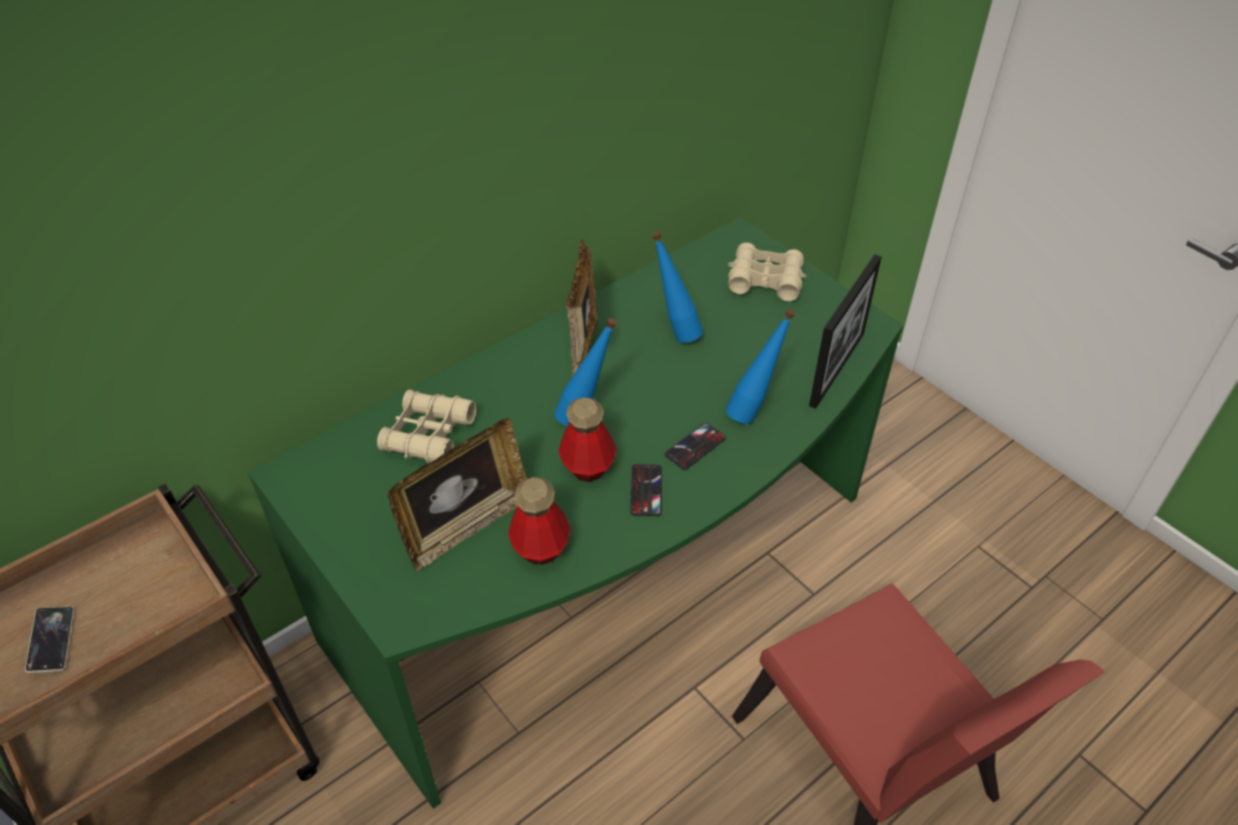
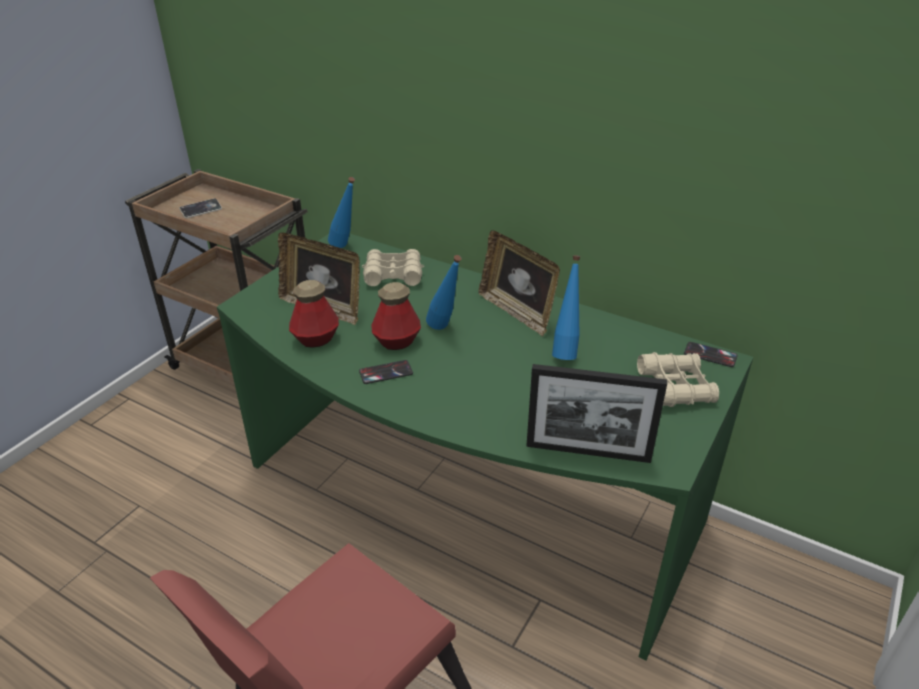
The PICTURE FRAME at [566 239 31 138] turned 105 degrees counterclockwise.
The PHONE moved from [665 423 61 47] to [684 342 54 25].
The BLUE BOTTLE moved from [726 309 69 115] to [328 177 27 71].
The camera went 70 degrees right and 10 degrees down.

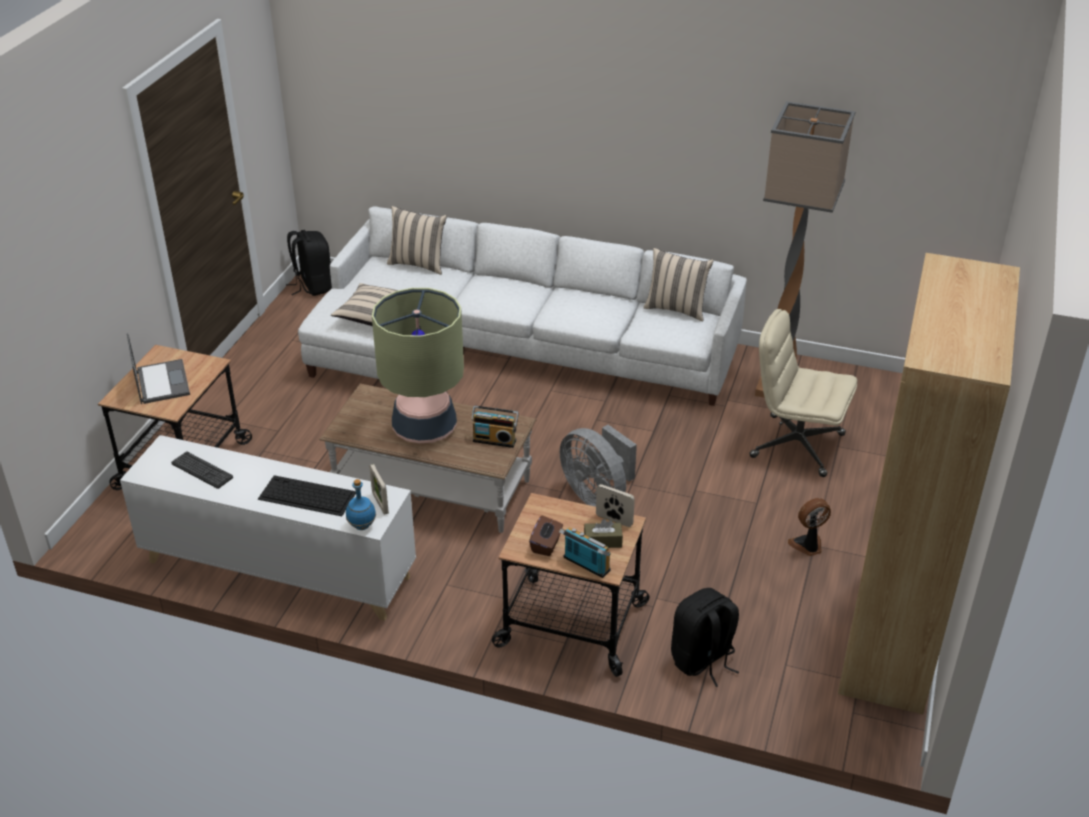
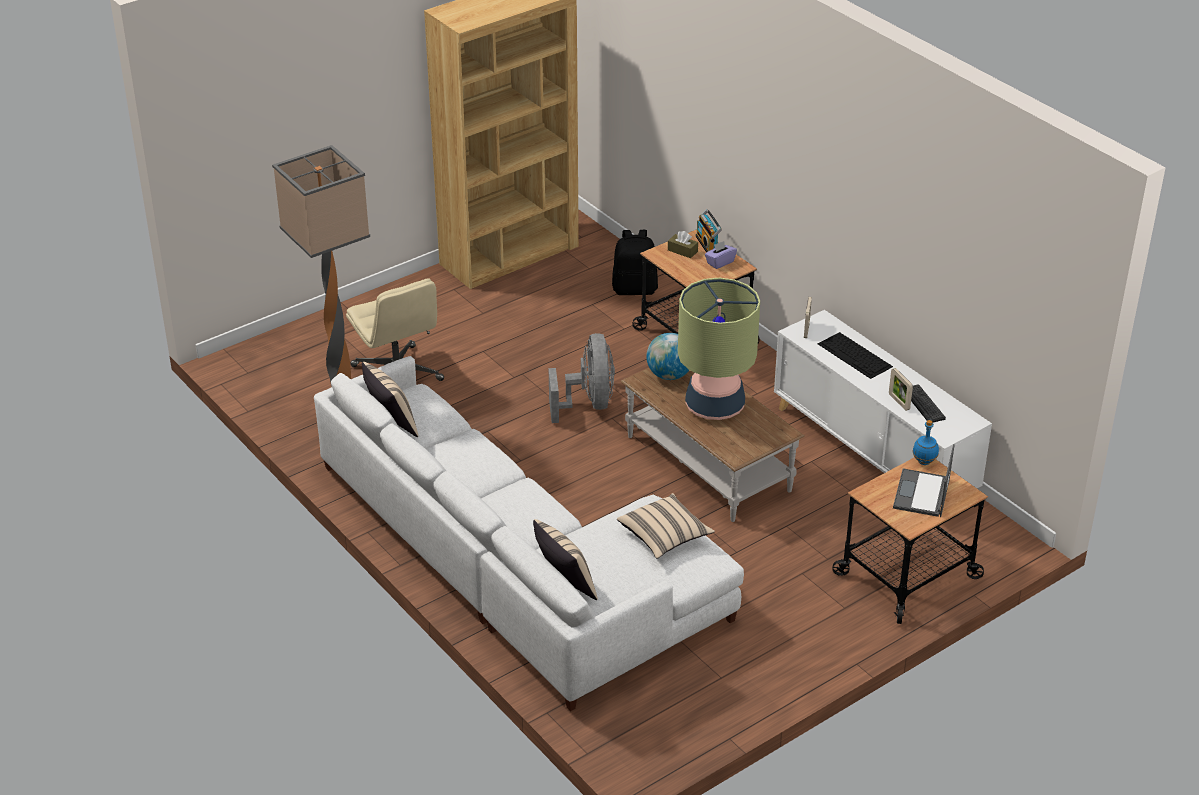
The BLACK BACKPACK at [286 230 46 66] disappeared.
The BLUE BOTTLE moved from [346 479 30 51] to [913 420 26 45].
The RADIO at [471 406 48 42] was replaced by the GLOBE at [647 333 42 47].
The BROWN TISSUE BOX at [529 515 34 41] became the PURPLE TISSUE BOX at [705 241 32 28].
The PICTURE FRAME moved from [596 484 39 43] to [889 368 24 43].
The FAN at [788 498 43 58] disappeared.
The camera went 145 degrees left and 0 degrees up.

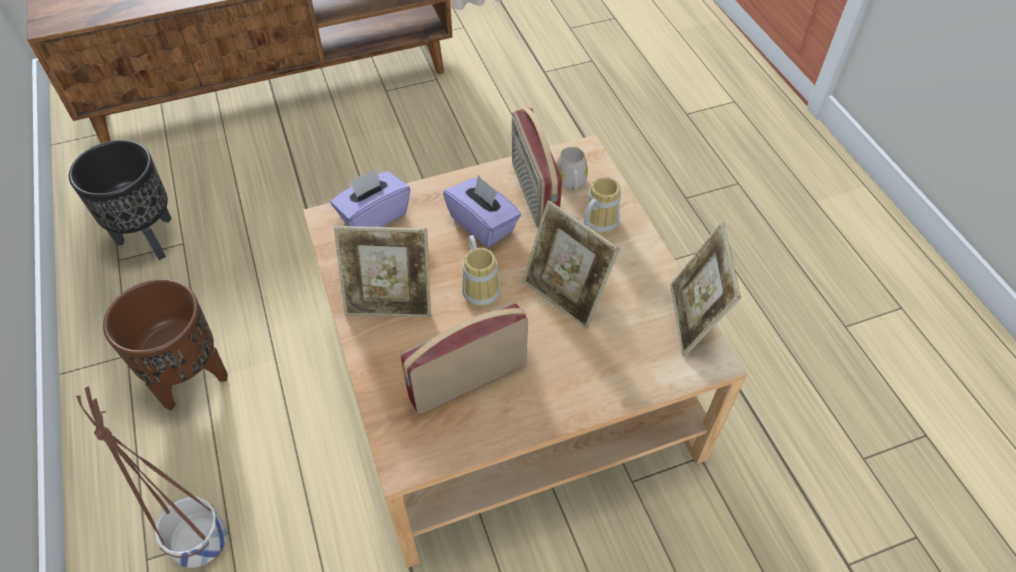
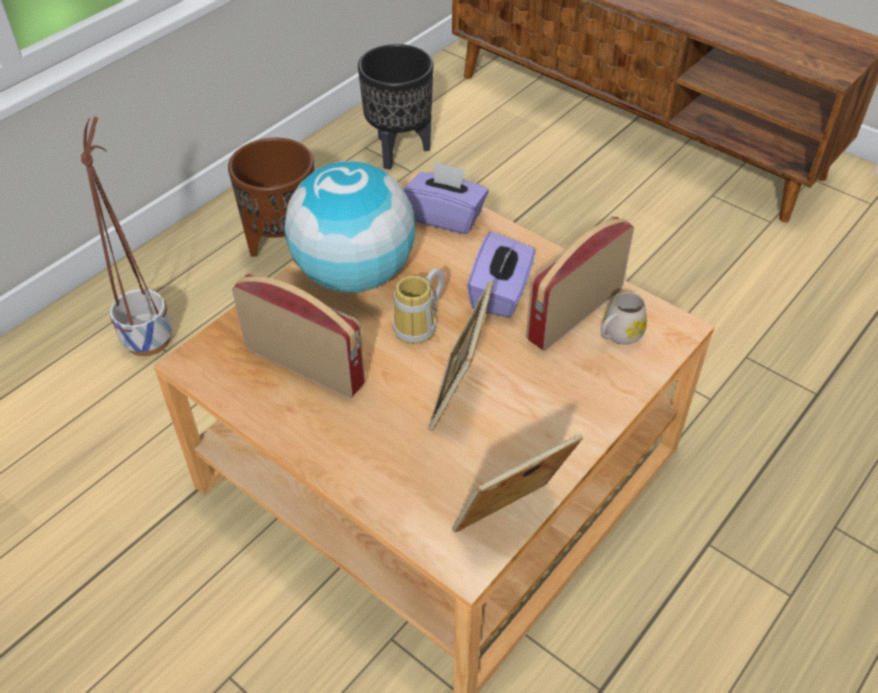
The PICTURE FRAME at [334 226 97 92] was replaced by the GLOBE at [284 161 131 132].
The MUG at [584 177 37 57] disappeared.
The camera went 60 degrees right and 5 degrees down.

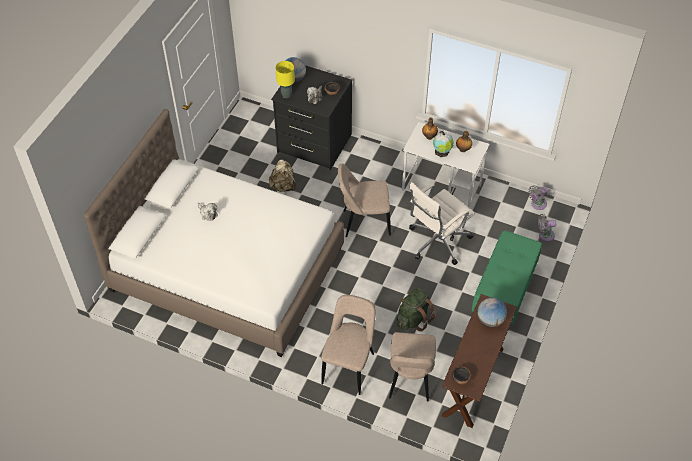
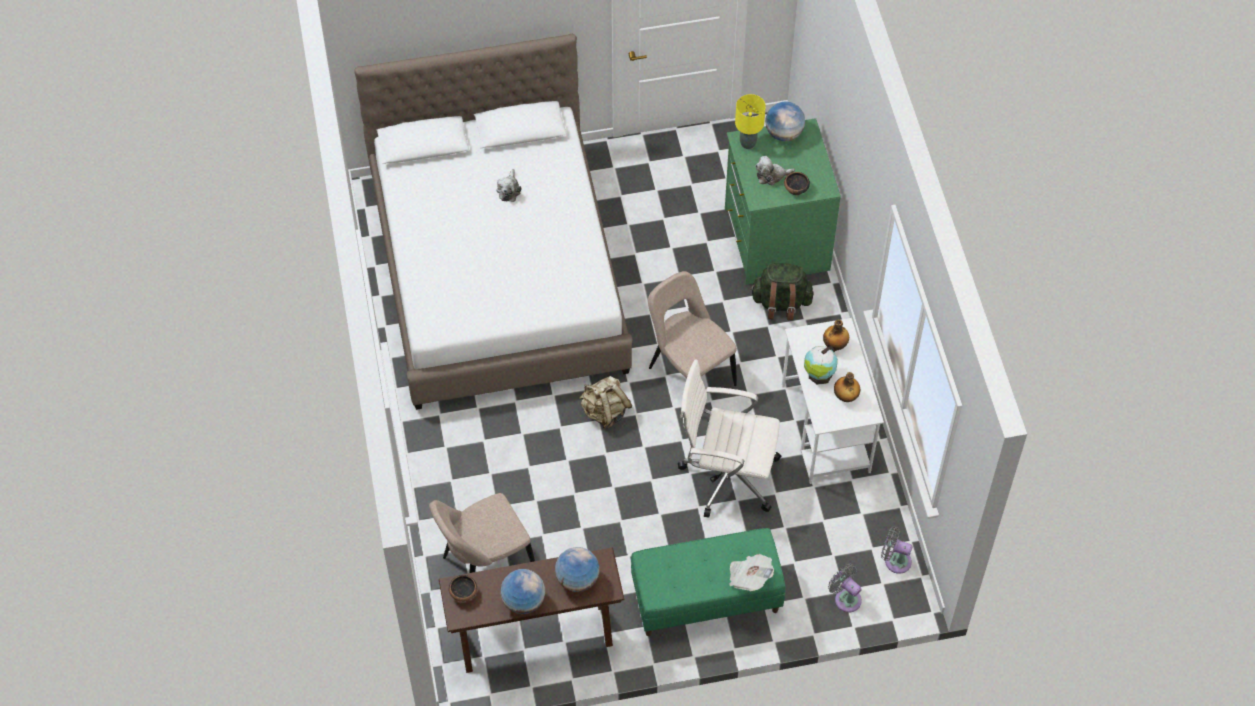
The BEIGE BACKPACK moved from [269 160 27 32] to [579 376 54 53].
The BLACK DRESSER at [271 65 81 105] became the GREEN DRESSER at [725 118 116 167].
The BEIGE CHAIR at [321 295 55 100] disappeared.
The GREEN BACKPACK moved from [397 288 38 44] to [750 263 64 57].
The GLOBE at [500 569 45 45] appeared.
The NEWSPAPER at [730 554 44 37] appeared.
The camera went 55 degrees right and 5 degrees up.

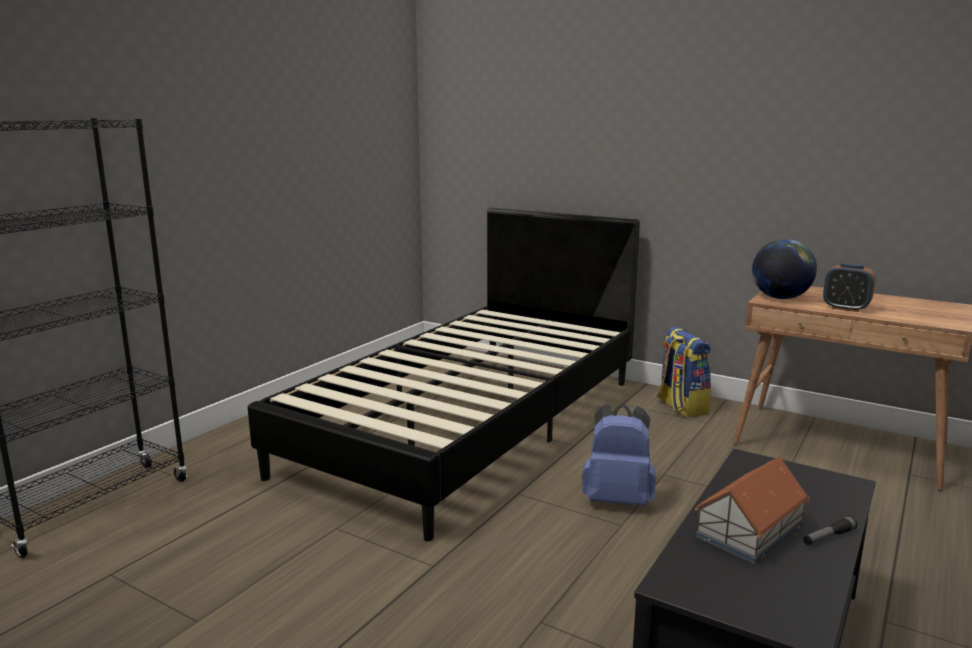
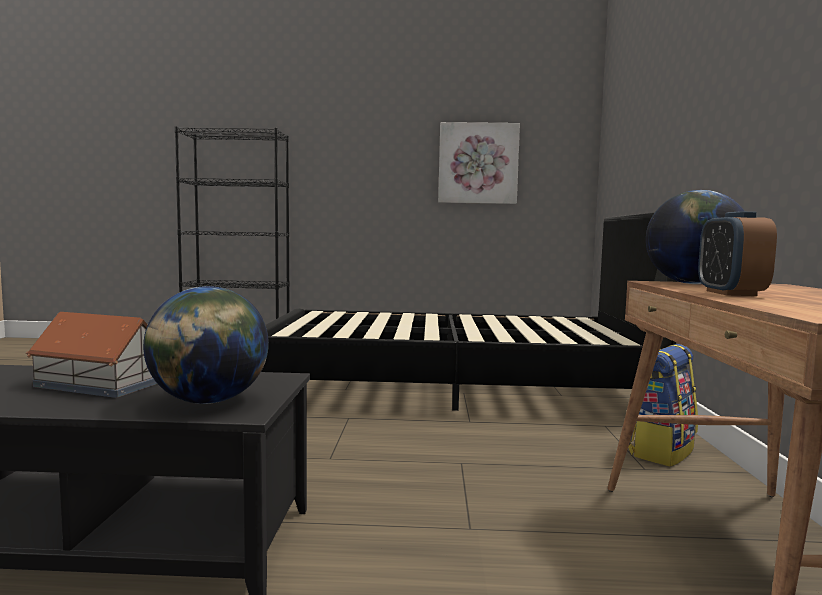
The BLUE BACKPACK at [582 404 74 102] disappeared.
The FLASHLIGHT at [803 516 54 29] disappeared.
The GLOBE at [143 286 126 118] appeared.
The PICTURE at [438 122 82 82] appeared.
The camera went 60 degrees right and 10 degrees down.

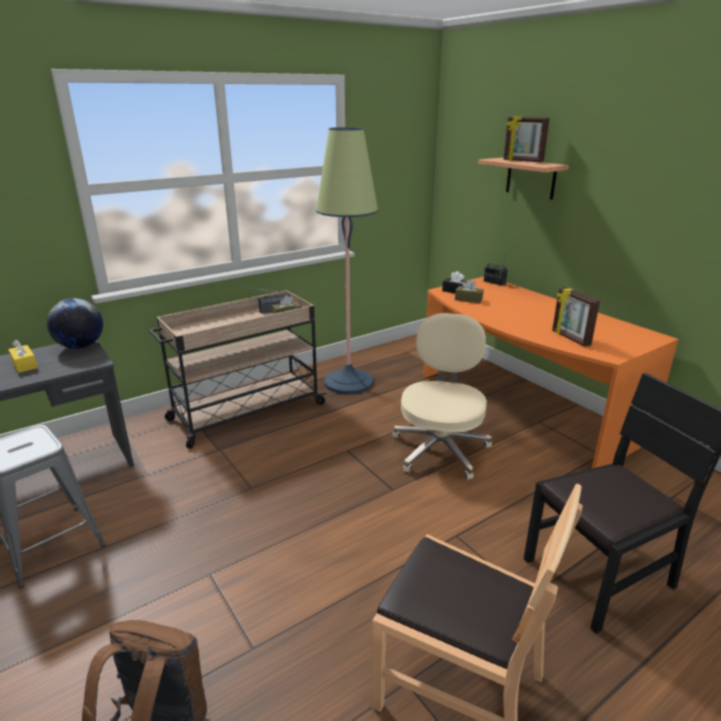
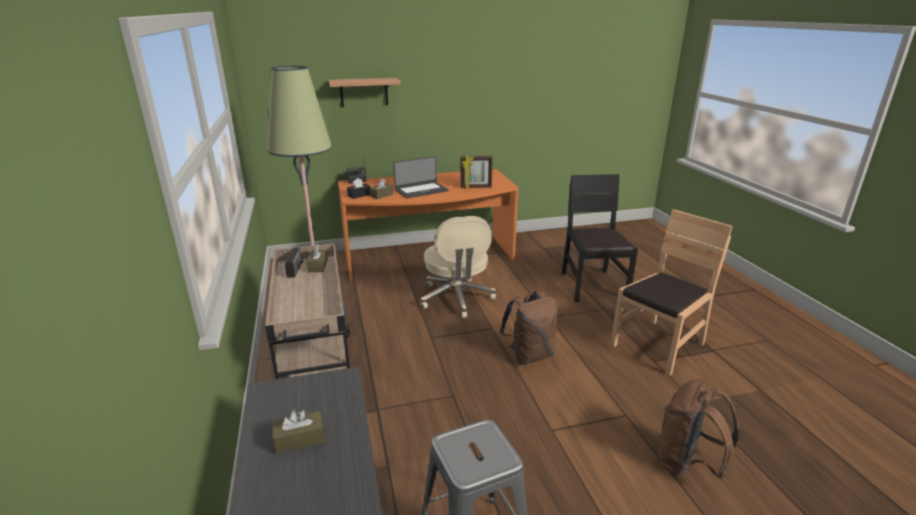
The YELLOW TISSUE BOX at [8 340 30 33] became the BROWN TISSUE BOX at [272 410 53 44].
The GLOBE at [47 298 56 51] disappeared.
The BEIGE OFFICE CHAIR at [392 313 100 167] turned 135 degrees counterclockwise.
The PICTURE FRAME at [504 115 45 47] disappeared.
The LAPTOP at [393 156 56 42] appeared.
The BROWN BACKPACK at [500 291 58 74] appeared.
The camera went 70 degrees left and 0 degrees up.

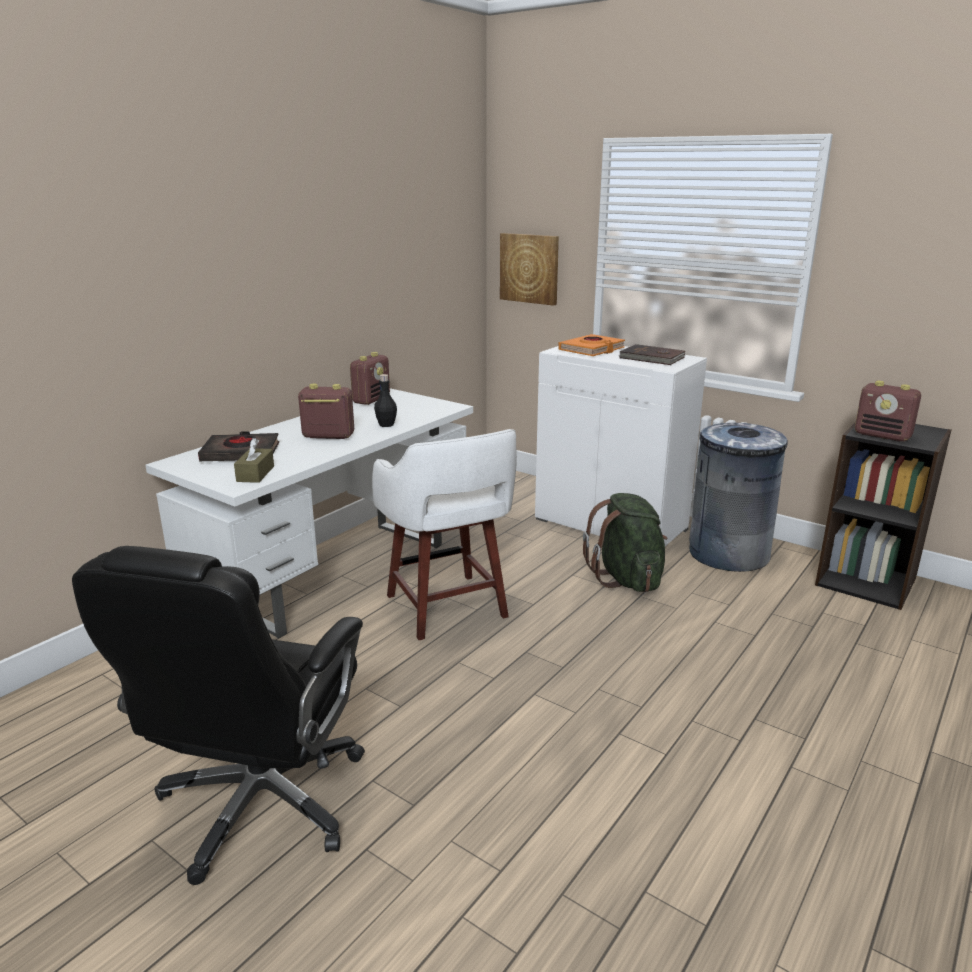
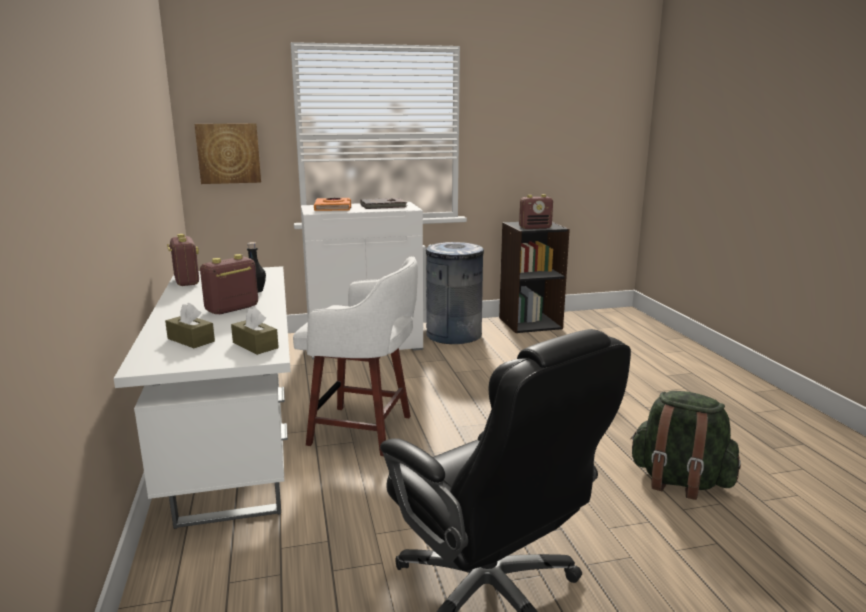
The BLACK BOOK at [198 431 81 30] was replaced by the BROWN TISSUE BOX at [165 303 50 45].
The GREEN BACKPACK moved from [583 493 84 99] to [630 391 111 109].
The camera went 50 degrees left and 5 degrees down.

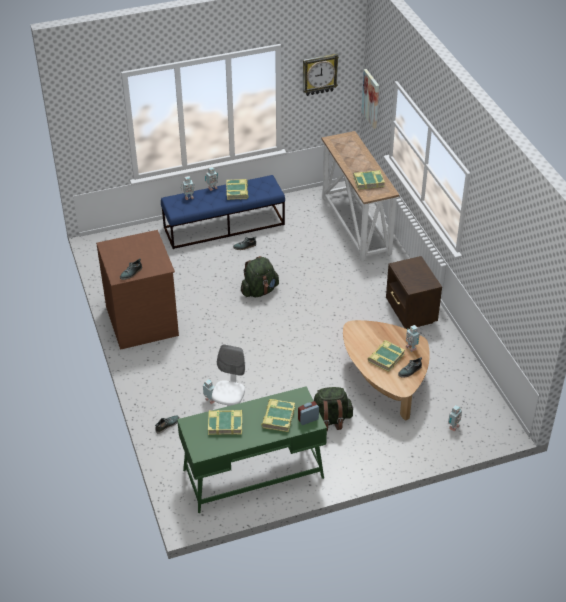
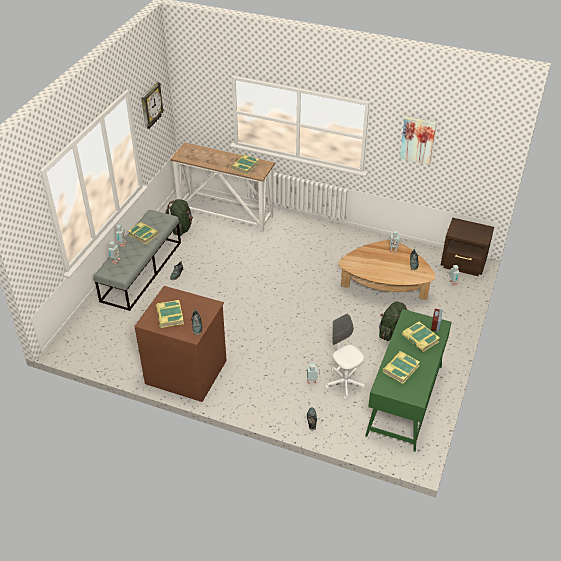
The BLUE BENCH at [161 175 124 74] became the GREY BENCH at [94 210 87 101].
The GREEN BACKPACK moved from [241 256 38 41] to [165 199 28 36].
The PICTURE moved from [362 69 17 60] to [400 117 36 48].
The BOOK moved from [368 340 37 32] to [156 300 28 28].
The BROWN NIGHTSTAND moved from [386 256 56 73] to [441 218 53 58].
The camera went 50 degrees left and 0 degrees up.

